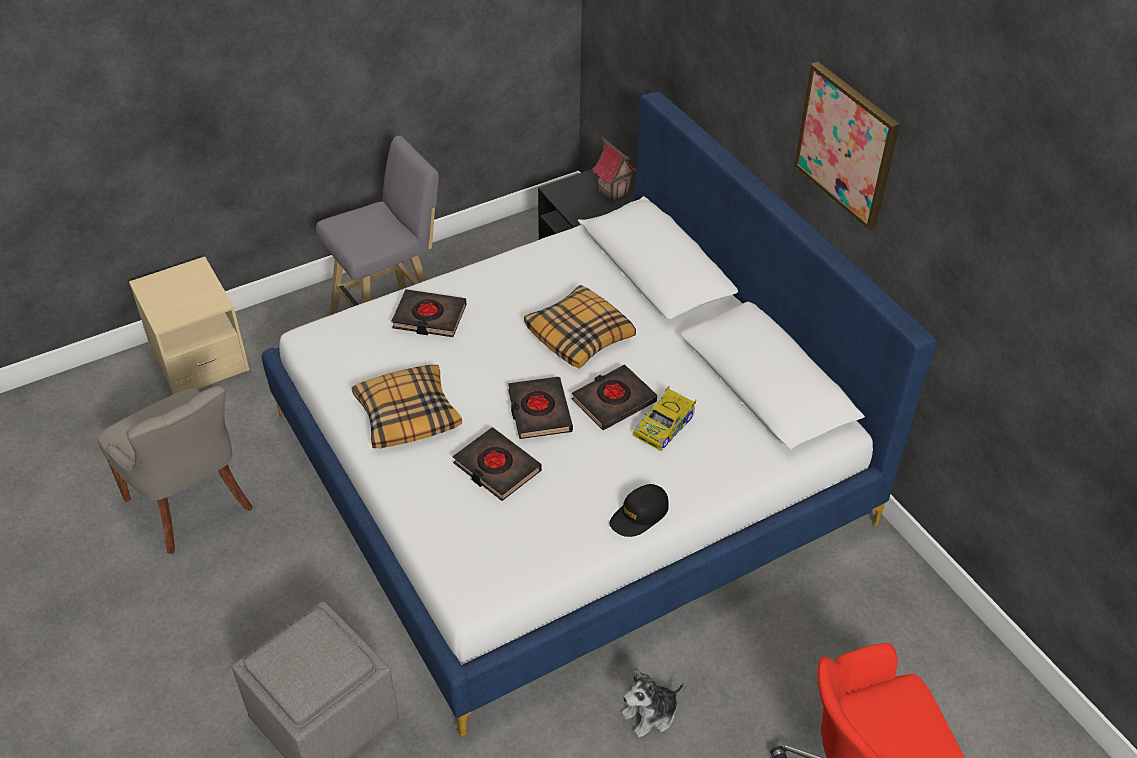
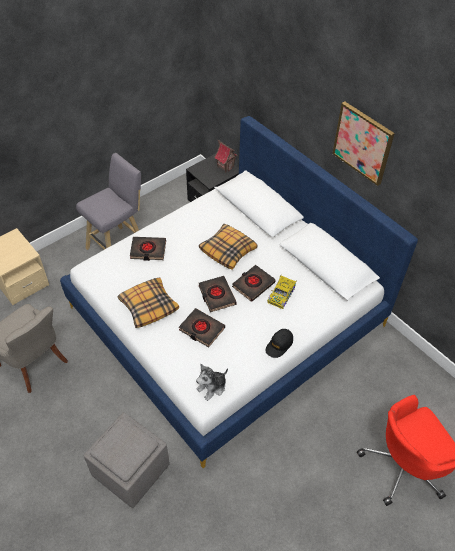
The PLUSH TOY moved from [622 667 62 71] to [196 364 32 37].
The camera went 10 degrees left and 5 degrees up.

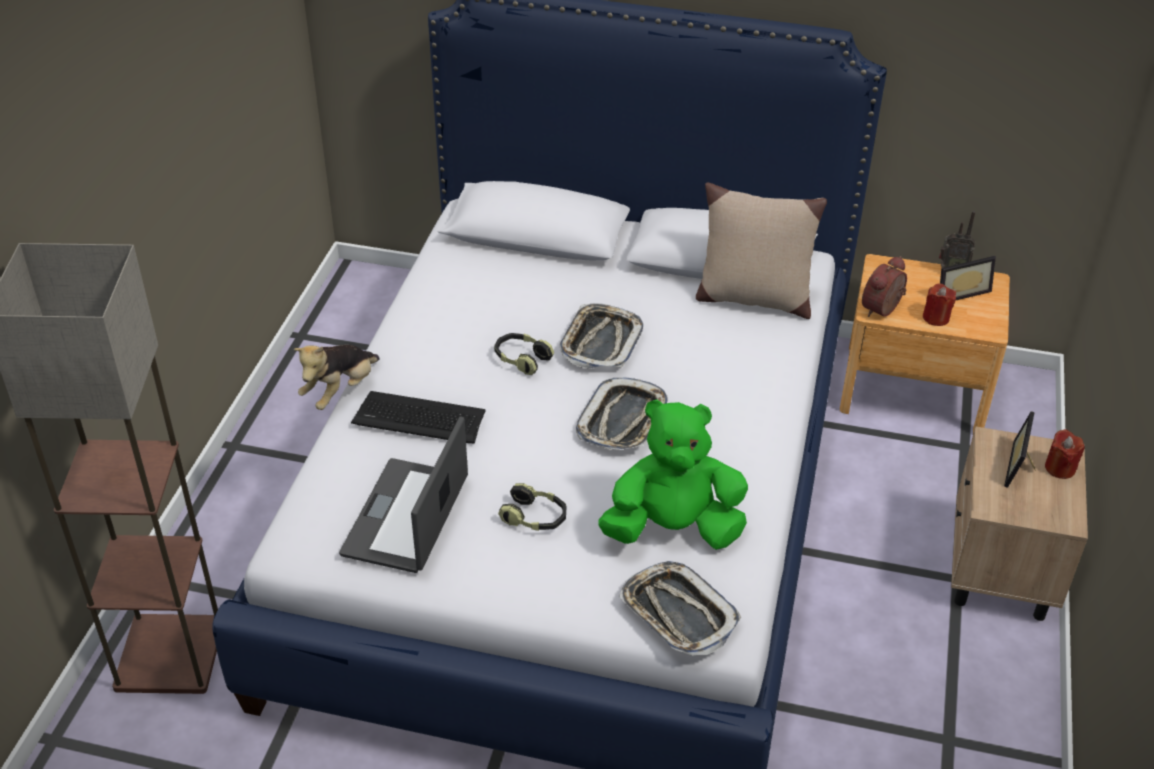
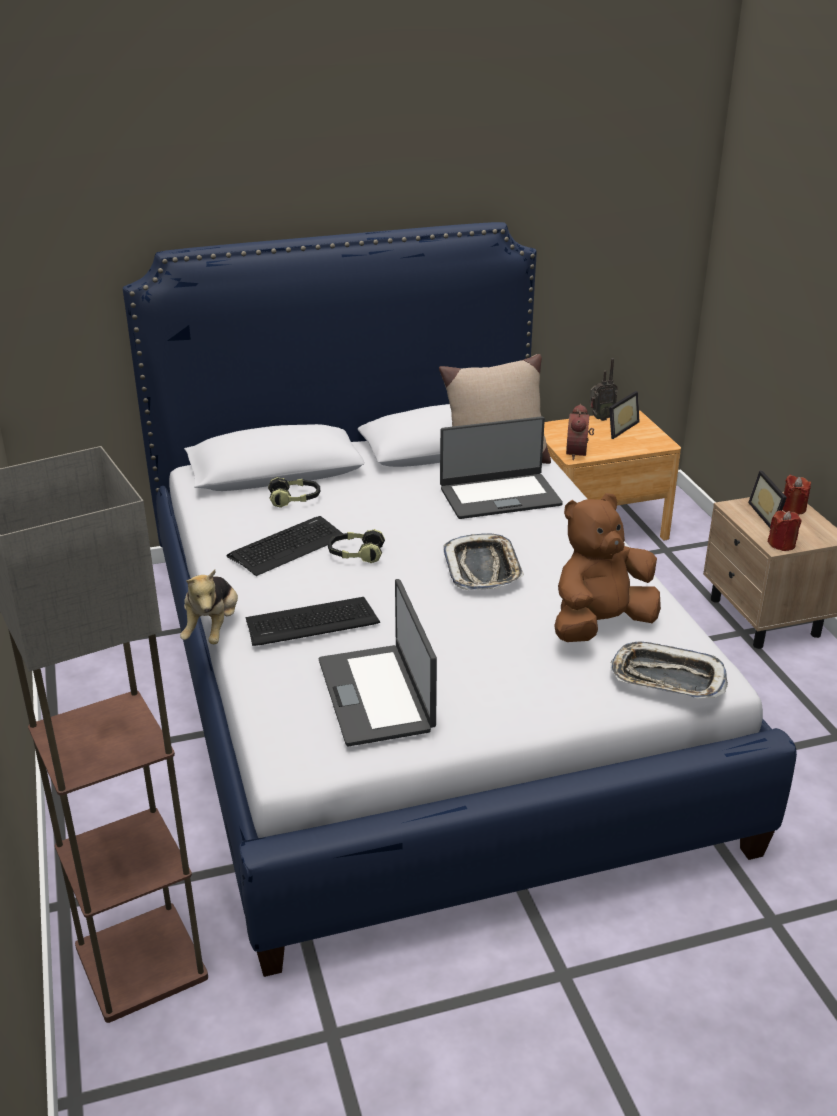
The HEADPHONES moved from [498 483 68 48] to [268 477 52 31].
The TRAY at [560 303 83 66] disappeared.
The GREEN PLUSH TOY at [598 399 150 151] became the BROWN PLUSH TOY at [554 493 107 149].
The RED CANDLE moved from [923 283 33 43] to [768 511 34 40].
The KEYBOARD at [227 516 116 60] appeared.
The LAPTOP at [440 416 123 103] appeared.
The camera went 30 degrees left and 10 degrees down.

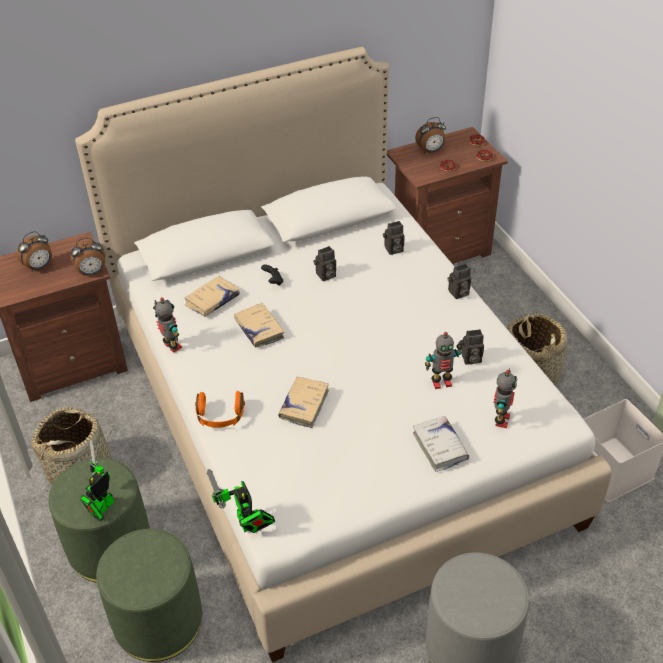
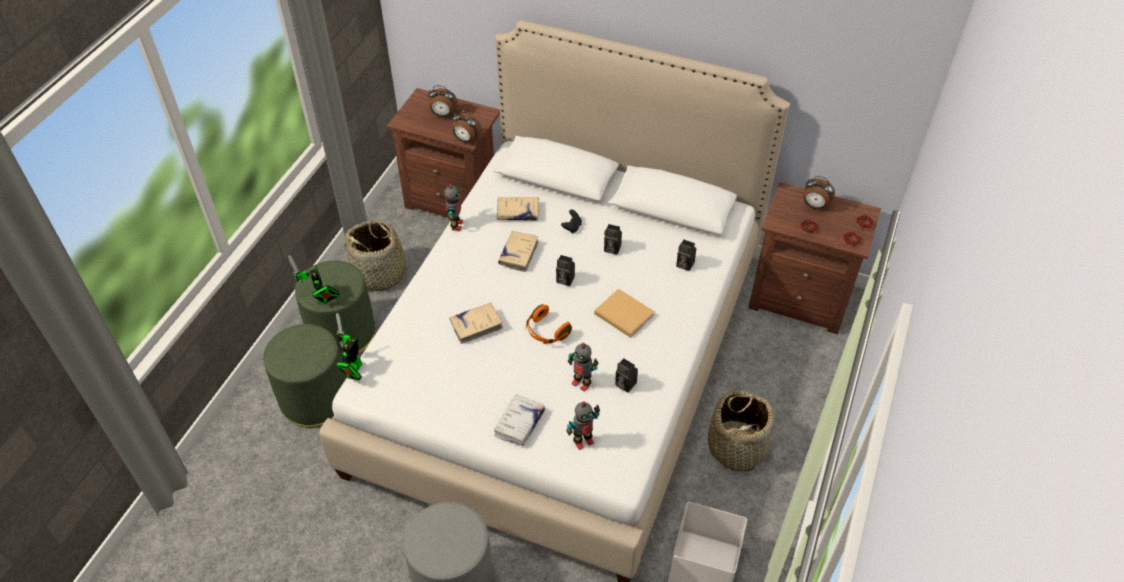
The TOY ROBOT at [79 440 36 82] turned 105 degrees counterclockwise.
The ORANGE HEADPHONES moved from [195 391 50 37] to [526 304 46 40].
The PHOTO CAMERA moved from [448 264 23 35] to [556 255 19 31].
The BEIGE BOOK at [594 289 61 49] appeared.
The camera went 45 degrees right and 5 degrees up.

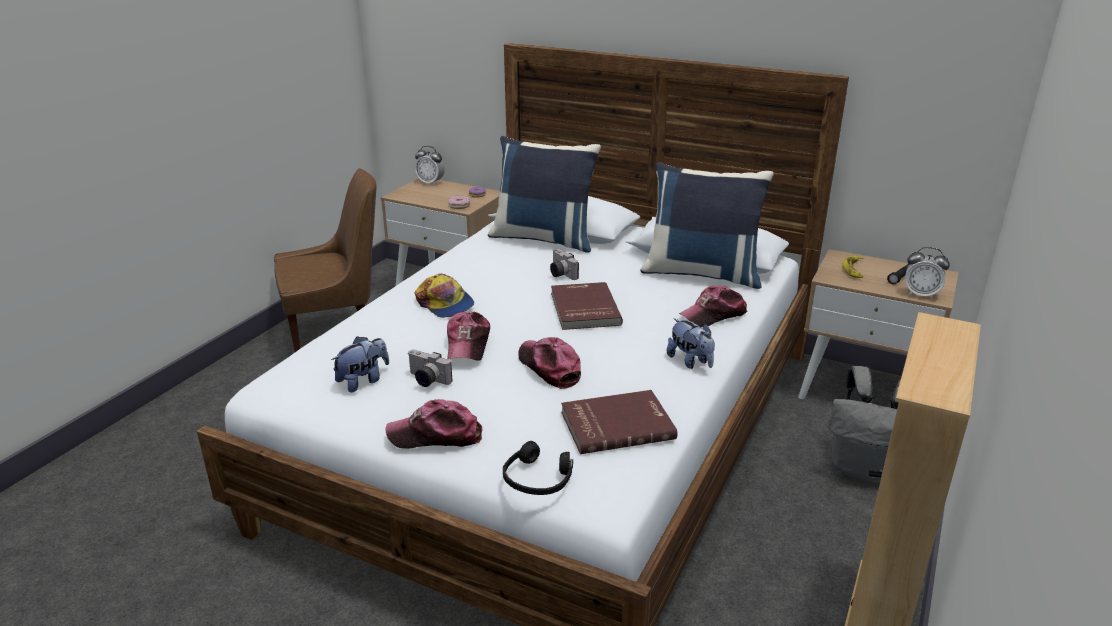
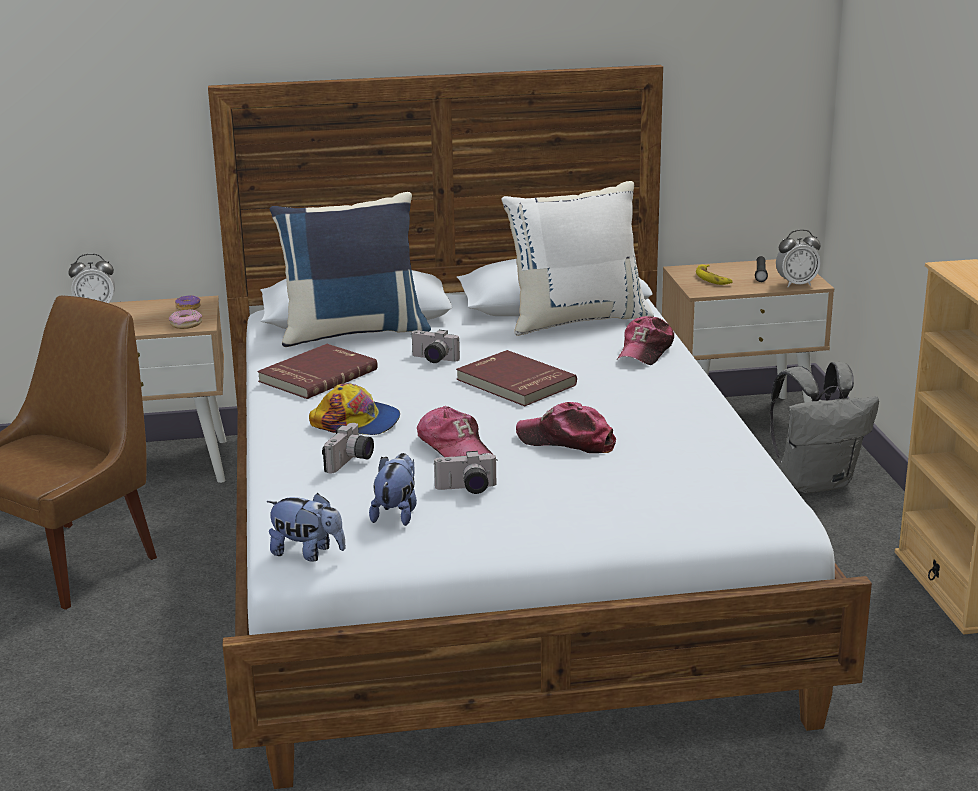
The CAP at [386 399 96 50] disappeared.
The BLACK HEADPHONES at [503 441 70 54] disappeared.
The RED BOOK moved from [561 390 116 64] to [257 344 121 55].
The BLUE PILLOW at [640 162 134 127] became the WHITE PILLOW at [501 181 153 155].
The PLUSH TOY moved from [667 318 48 51] to [266 493 80 69].
The PHOTO CAMERA at [322 423 52 50] appeared.
The camera went 35 degrees left and 5 degrees down.

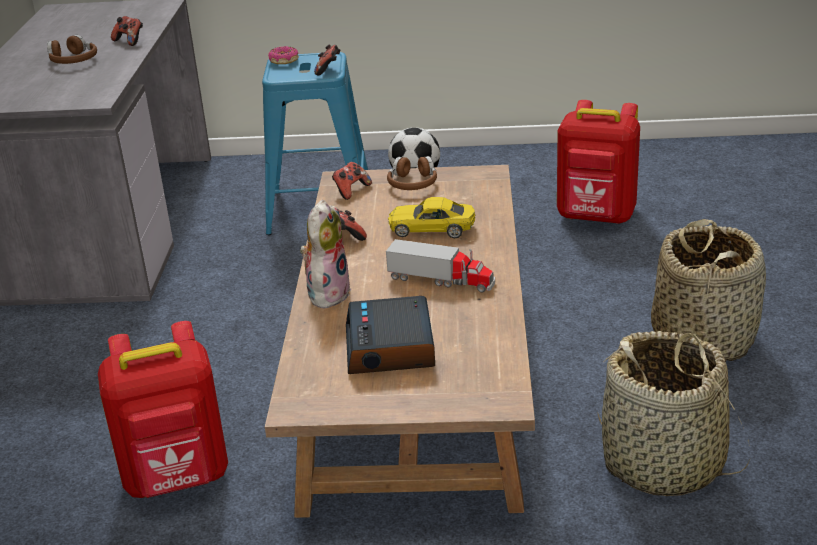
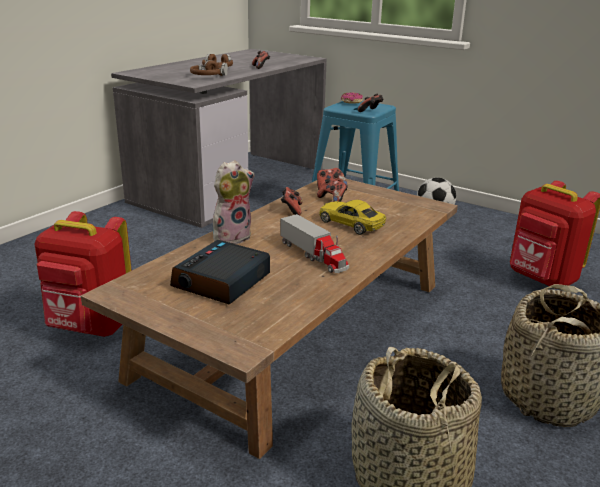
The BROWN HEADPHONES moved from [387 156 50 34] to [190 60 38 16].
The GAME CONTROLLER at [317 178 30 24] appeared.
The camera went 30 degrees right and 5 degrees down.

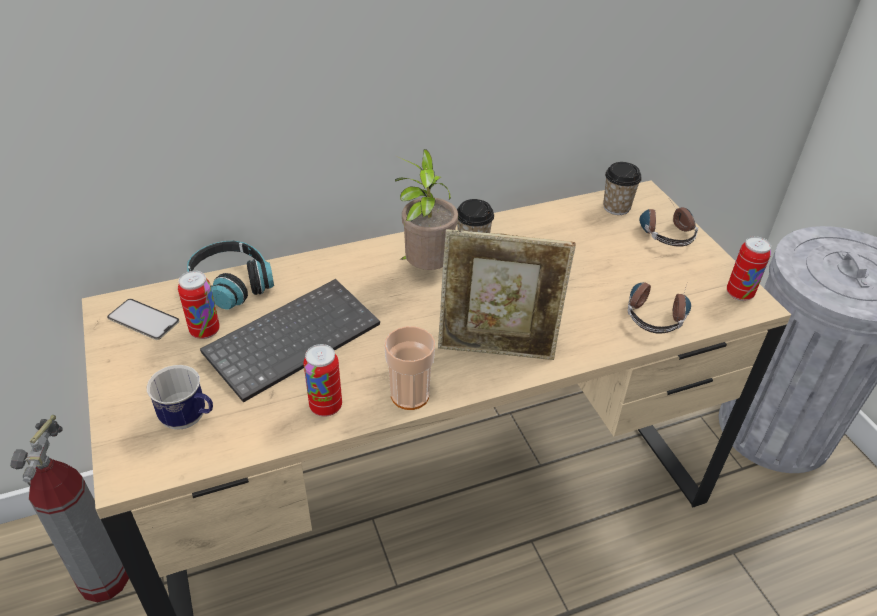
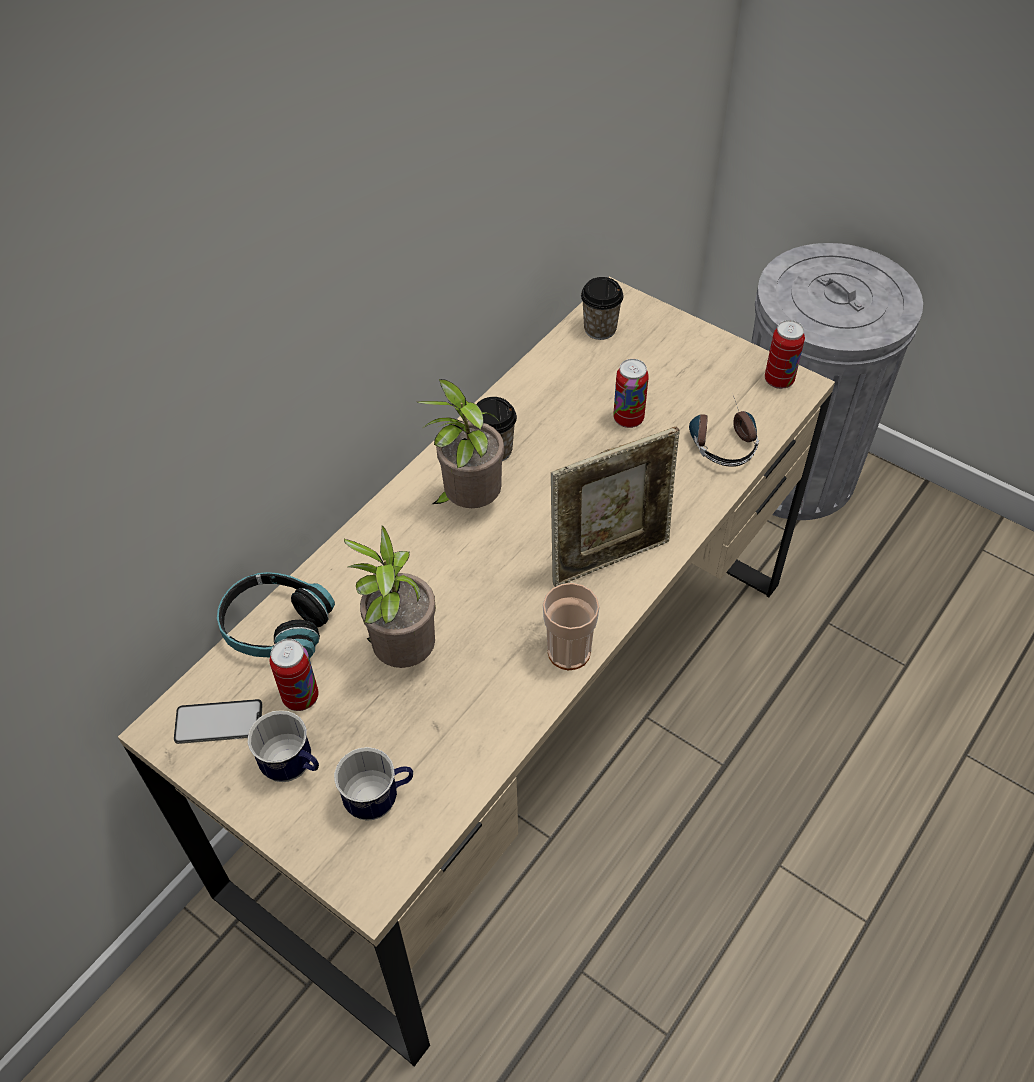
The FIRE EXTINGUISHER at [10 415 119 187] disappeared.
The KEYBOARD at [200 279 180 124] was replaced by the POTTED PLANT at [344 526 92 142].
The CAN moved from [304 344 38 73] to [613 359 36 69].
The HEADPHONES at [639 200 59 47] disappeared.
The MUG at [248 710 71 72] appeared.
The camera went 30 degrees left and 10 degrees up.

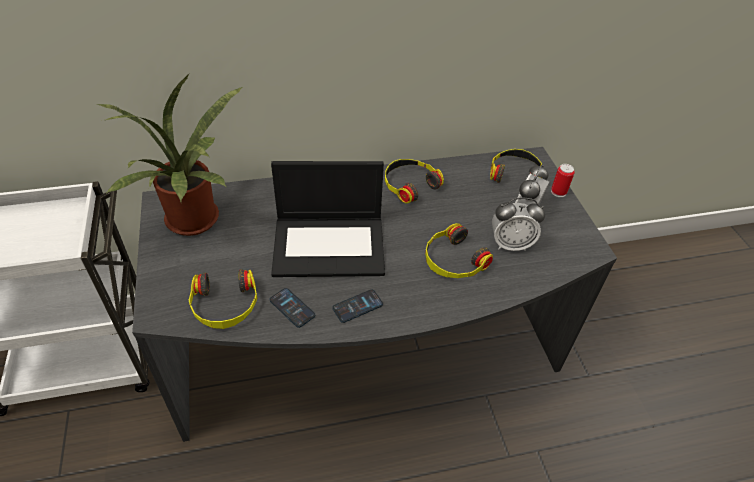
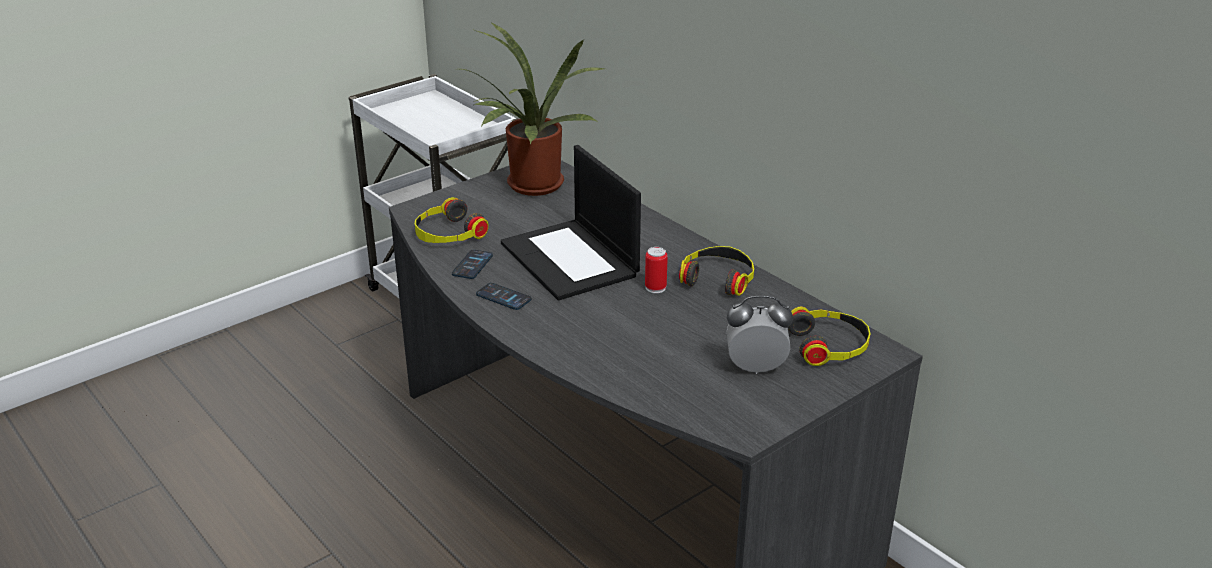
The HEADPHONES at [425 223 68 55] disappeared.
The ALARM CLOCK at [492 198 53 53] disappeared.
The CAN moved from [551 164 24 33] to [645 247 23 46].
The camera went 65 degrees right and 15 degrees down.

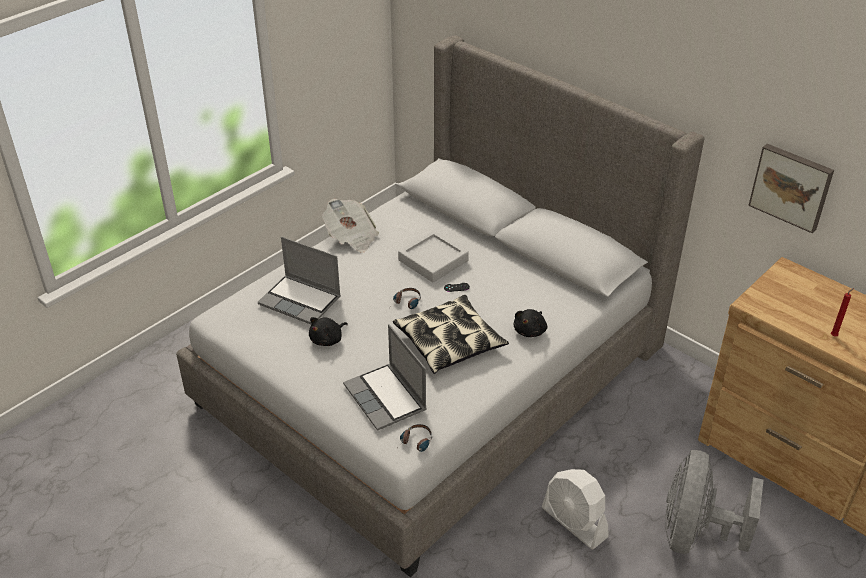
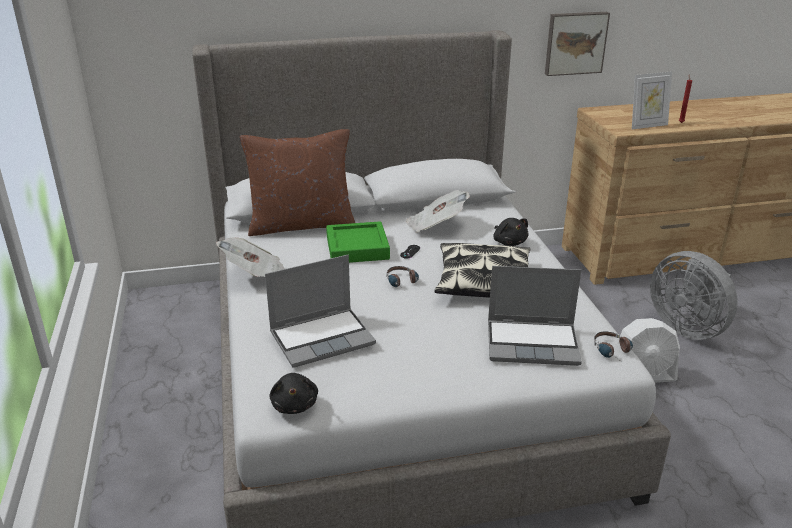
The BLACK PLUSH TOY moved from [309 317 39 29] to [269 373 49 41].
The GREY TRAY at [398 230 71 52] became the GREEN TRAY at [326 221 64 42].
The BROWN PILLOW at [240 129 115 107] appeared.
The NEWSPAPER at [406 190 64 43] appeared.
The PICTURE FRAME at [632 71 40 58] appeared.
The camera went 55 degrees left and 10 degrees down.

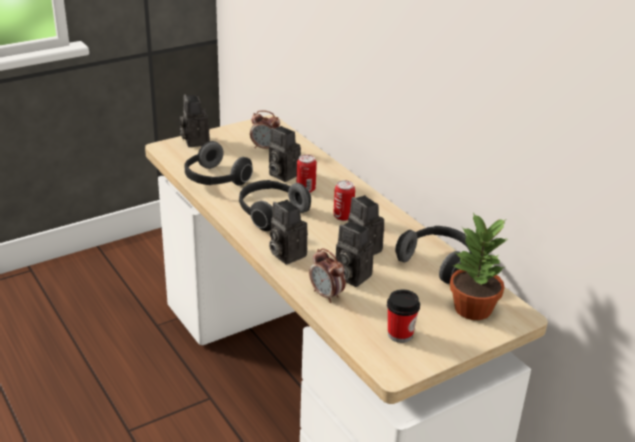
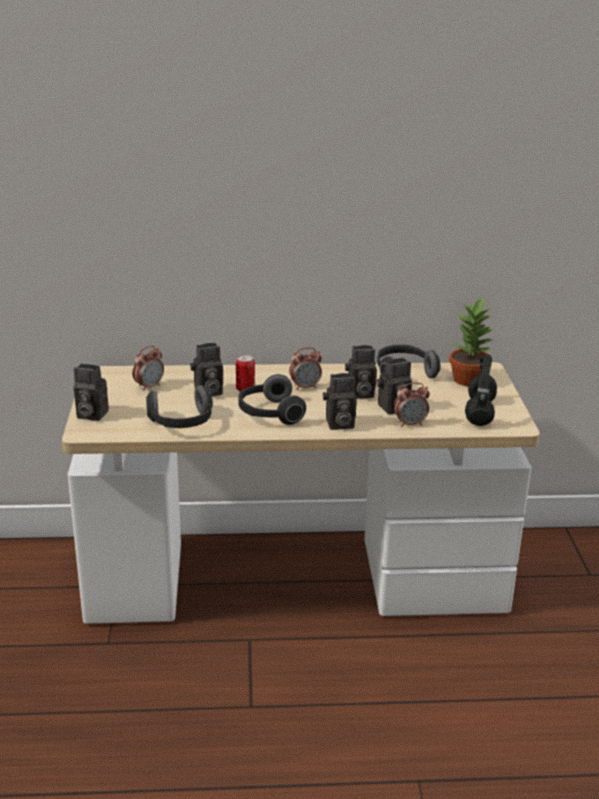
The CAN at [333 180 22 41] was replaced by the ALARM CLOCK at [289 347 33 43].
The CUP at [387 289 33 54] was replaced by the BLACK HEADPHONES at [465 354 32 72].
The camera went 60 degrees left and 5 degrees down.

